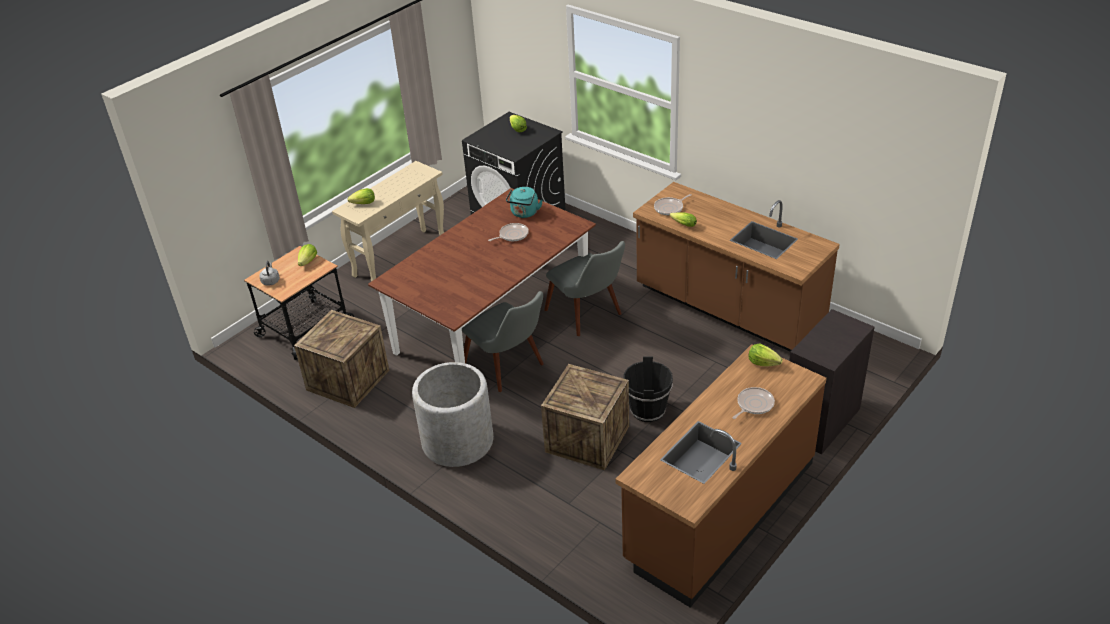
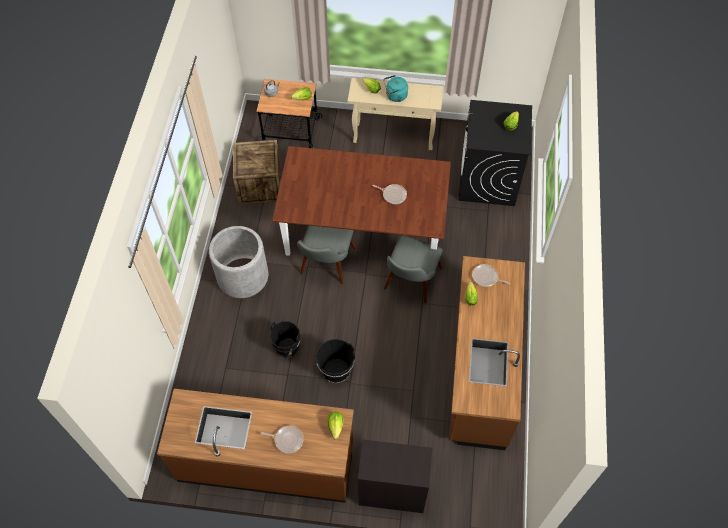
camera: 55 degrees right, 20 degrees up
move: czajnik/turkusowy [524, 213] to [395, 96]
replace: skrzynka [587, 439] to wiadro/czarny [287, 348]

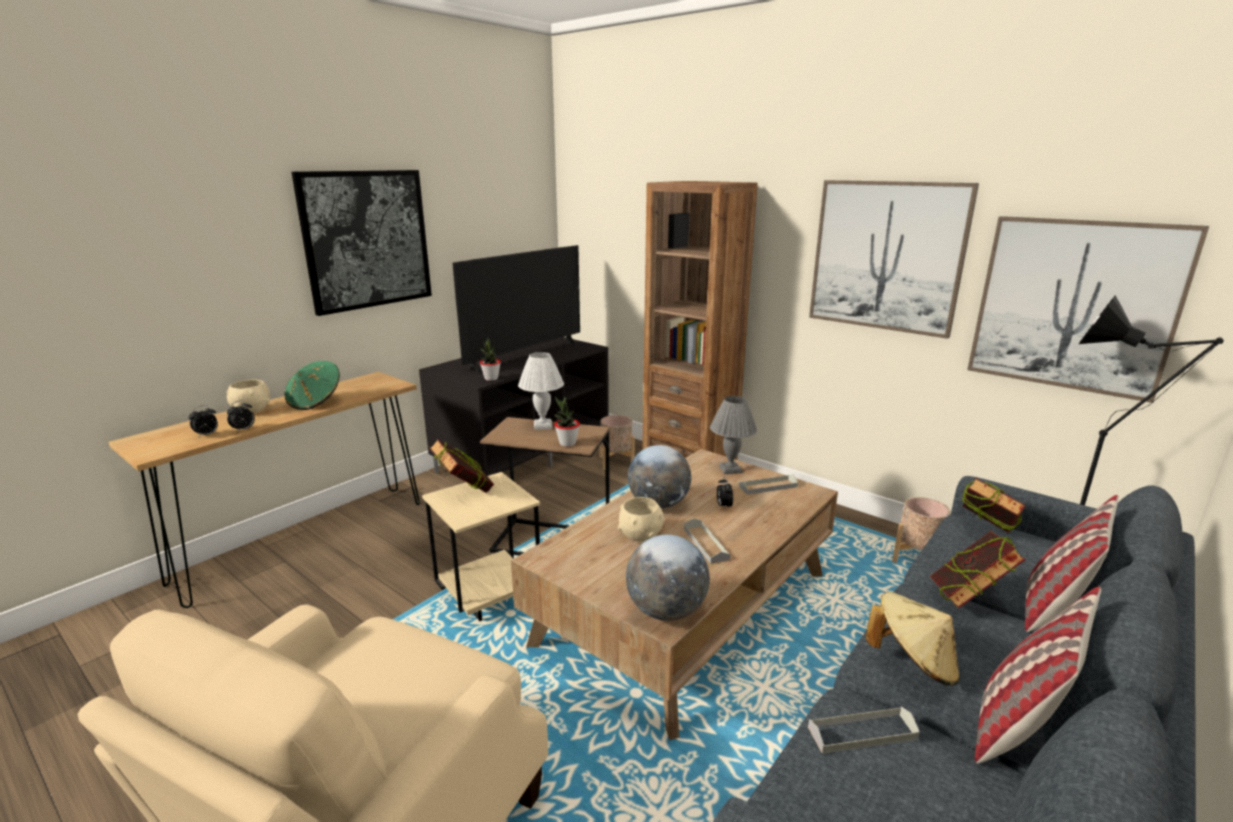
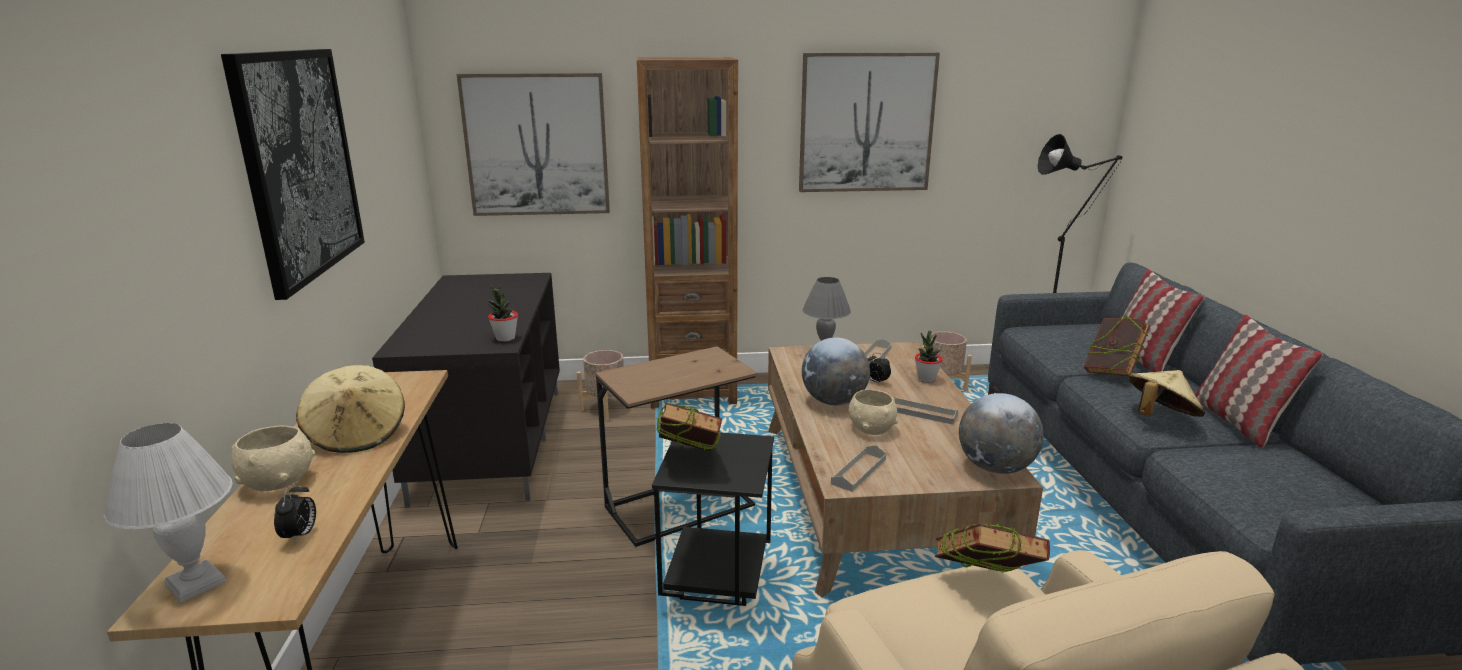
camera: 45 degrees left, 0 degrees up
delete: budzik [244, 430]; telewizor [525, 355]
move: lampa stołowa/biały [542, 426] to [194, 584]; roślina doniczkowa [567, 443] to [926, 379]; taca/szary [862, 733] to [859, 471]; książka [985, 534] to [983, 588]; obraz [1074, 305] to [536, 145]
recolor: kapelusz/zielony [315, 402] to kapelusz/beżowy [357, 435]; stolik/beżowy [489, 599] to stolik/czarny [715, 584]

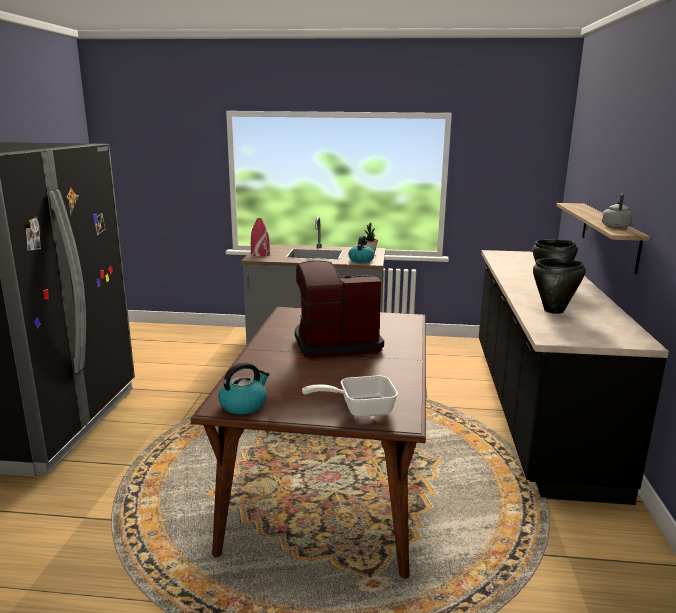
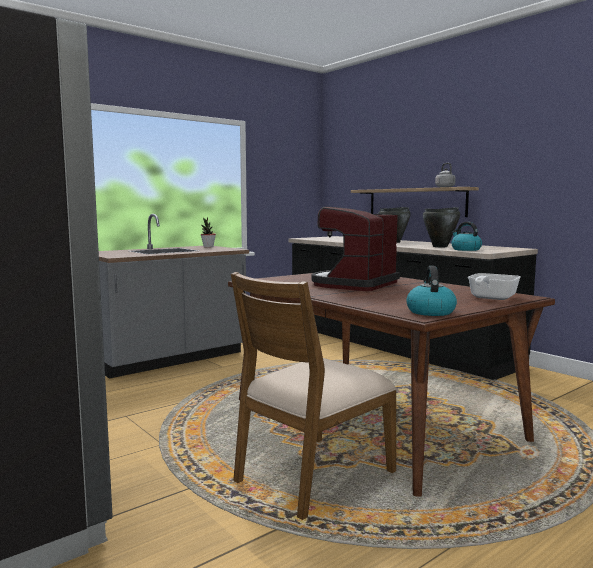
camera: 45 degrees left, 10 degrees down
delete: wazon/czerwony [260, 254]
insert: krzesło/brązowy [312, 476]
move: czajnik [361, 260] to [465, 249]

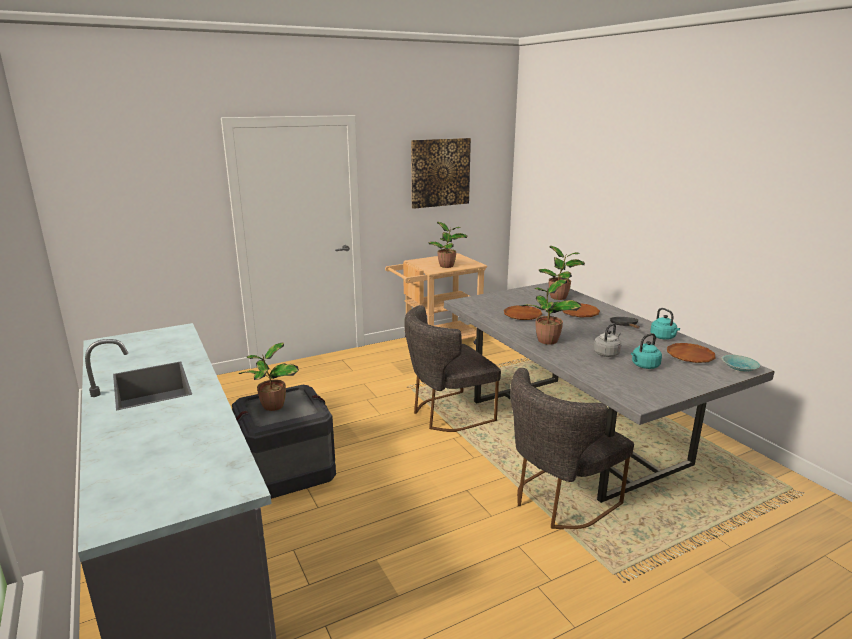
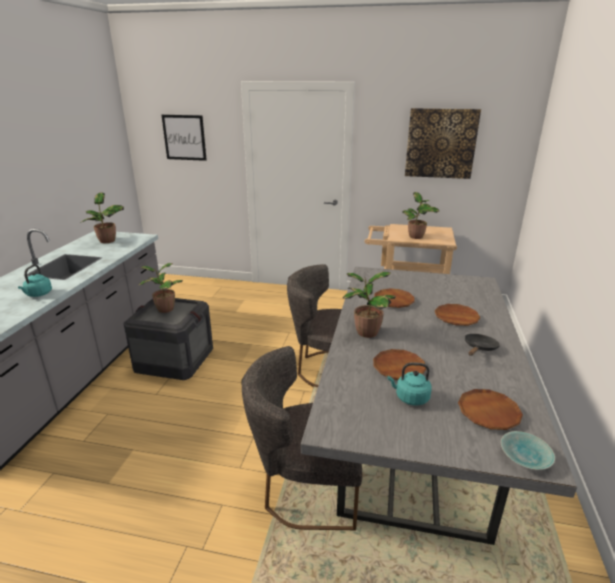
camera: 40 degrees right, 5 degrees up
insert: obraz [184, 137]
move: roślina doniczkowa [559, 297] to [107, 241]; czajnik/turkusowy [663, 337] to [38, 294]
replace: czajnik/szary [607, 353] to talerz/brązowy [398, 368]

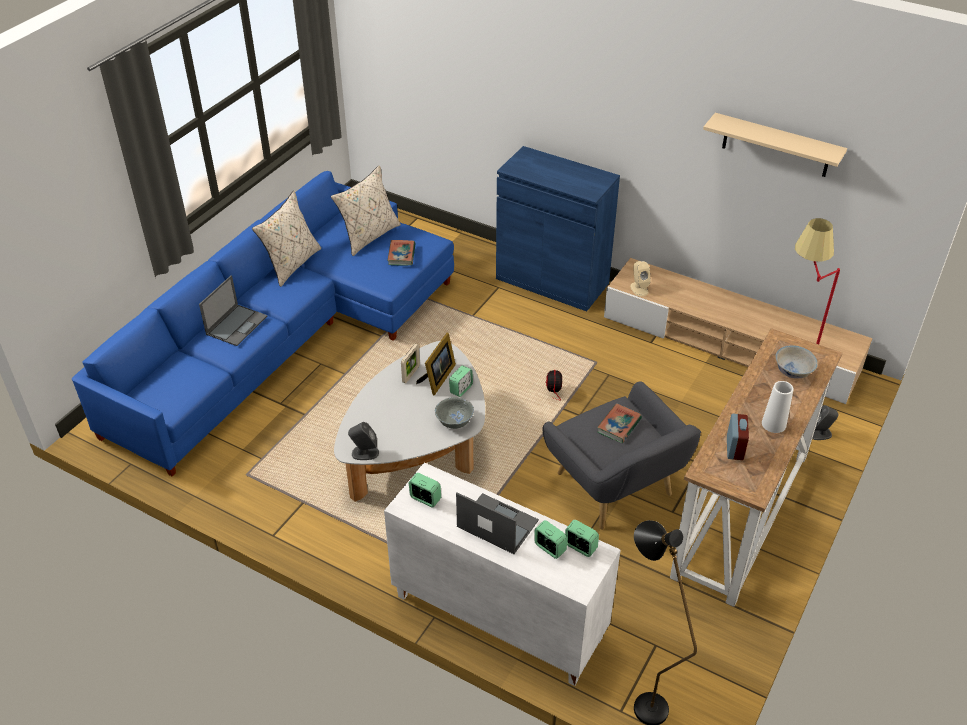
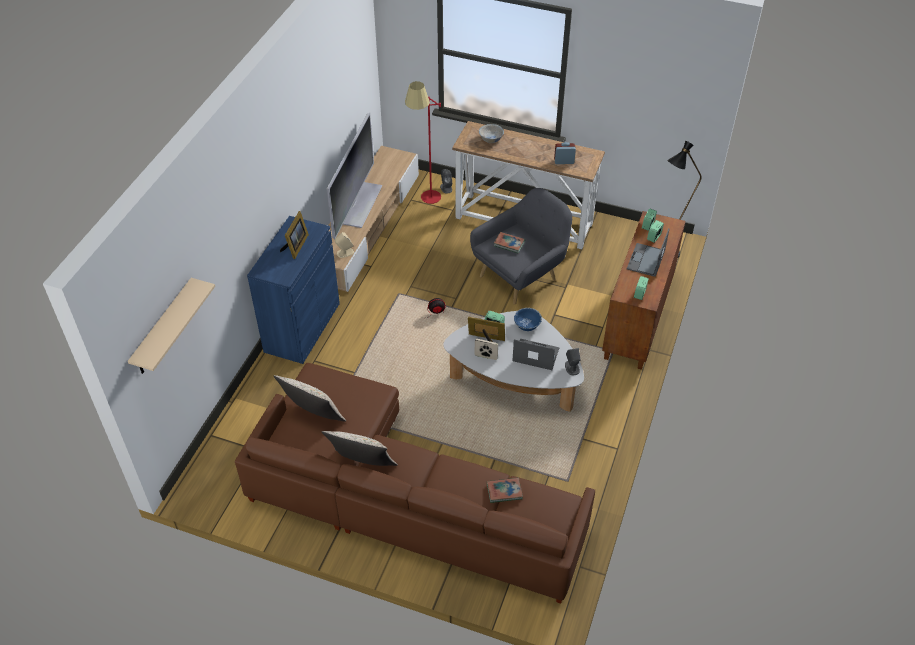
camera: 100 degrees left, 5 degrees up
delete: wazon/biały [773, 424]
insert: ramka na zdjęcie [296, 246]; telewizor [361, 204]
move: laptop [237, 325] to [535, 354]; książka [401, 255] to [504, 491]; półka/beżowy [776, 145] to [163, 328]
recolor: kanapa/niebieski [286, 336] to kanapa/brązowy [401, 498]; szafka/biały [497, 617] to szafka/brązowy [638, 321]; miska/szary [455, 421] to miska/niebieski [527, 325]

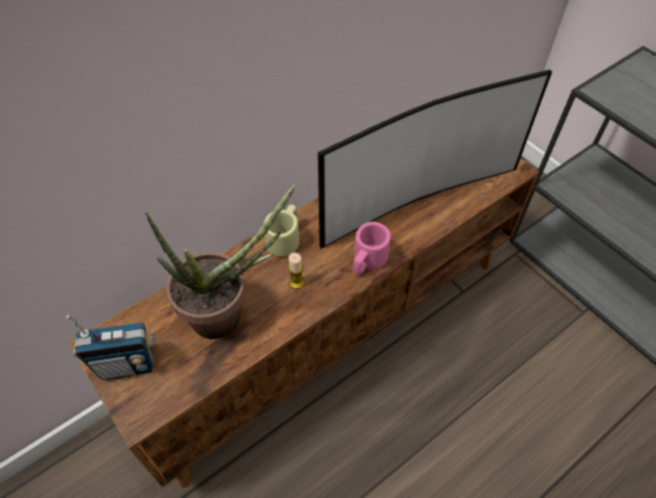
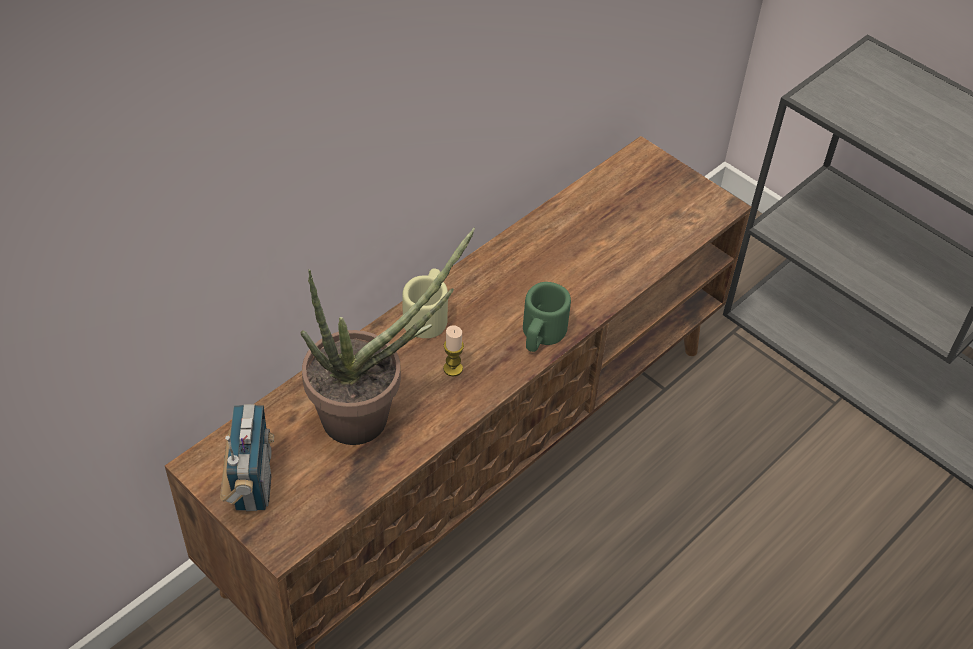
camera: 10 degrees left, 5 degrees down
delete: telewizor [417, 200]
recolor: kubek/różowy [367, 260] to kubek/zielony [541, 335]
rotate: radio [127, 365] = [251, 485] 75 degrees counterclockwise

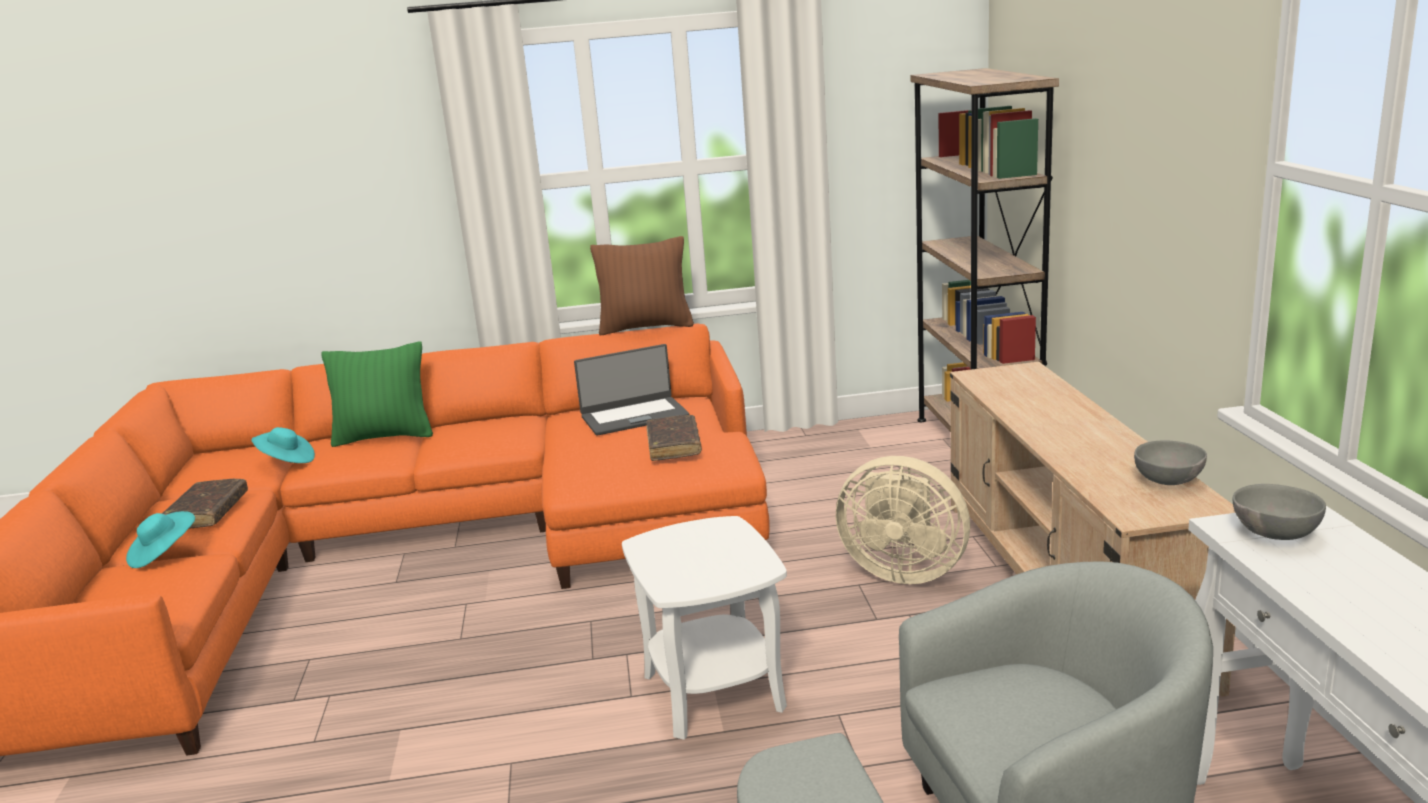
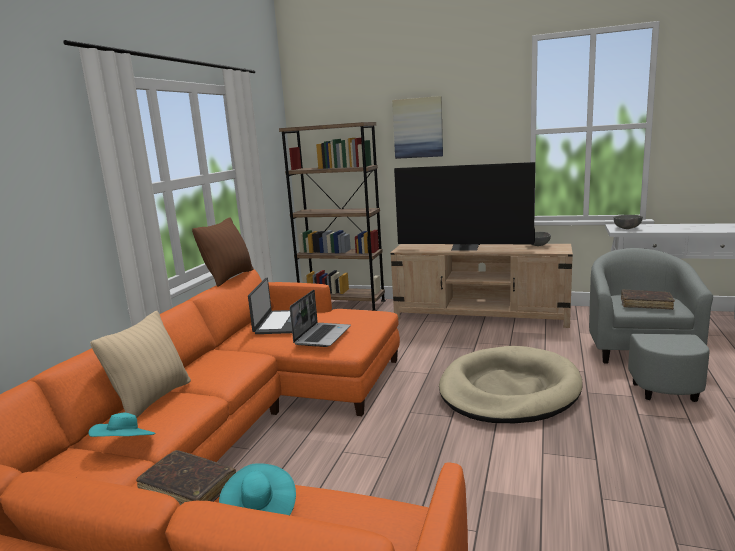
camera: 65 degrees left, 5 degrees down
delete: wentylator/beżowy [902, 571]
insert: laptop [322, 335]; obraz [418, 128]; telewizor [465, 248]
move: książka/brązowy [674, 445] to [646, 304]
replace: stolik/biały [712, 692] to legowisko/beżowy [508, 390]
recolor: poduszka/zielony [384, 437] to poduszka/beżowy [152, 399]

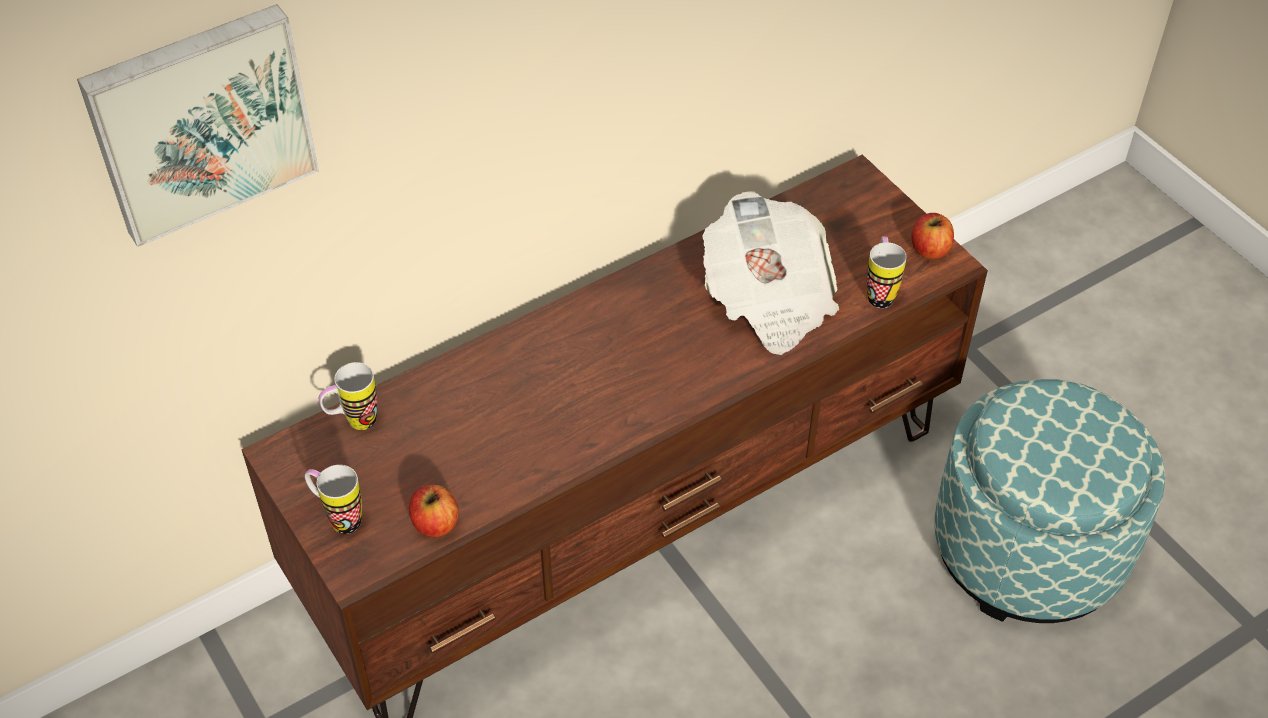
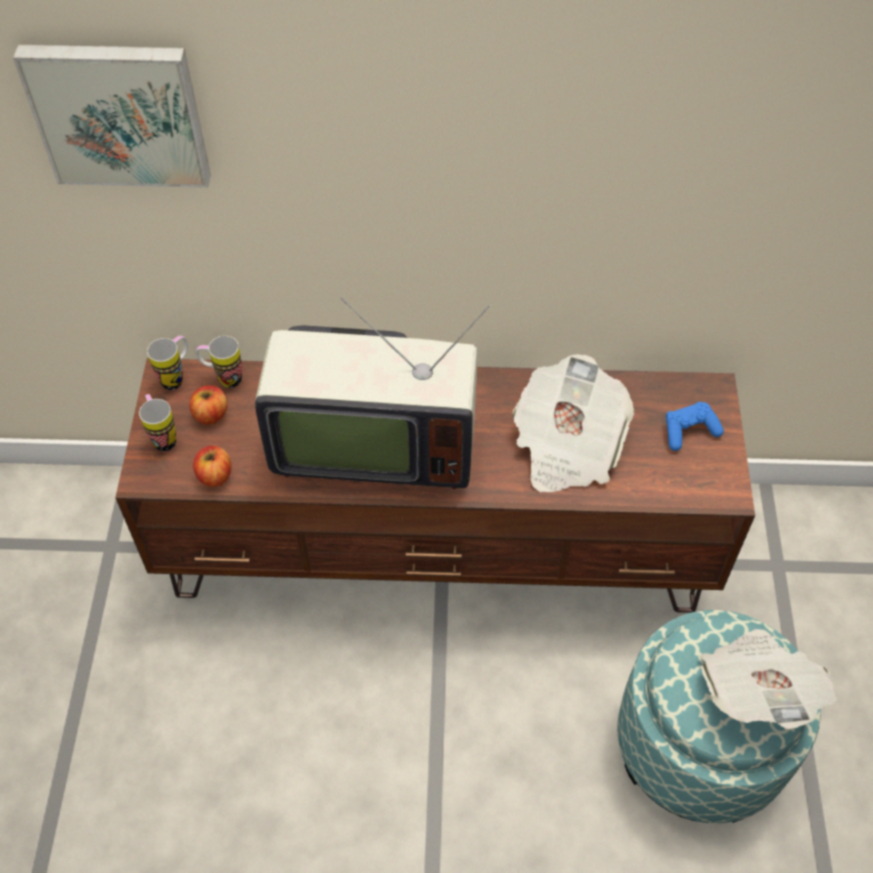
camera: 35 degrees right, 5 degrees up
insert: telewizor [371, 443]; pad do gier/niebieski [689, 431]; gazeta [757, 690]
move: kubek [880, 292] to [177, 377]; jabłko [929, 249] to [211, 414]

